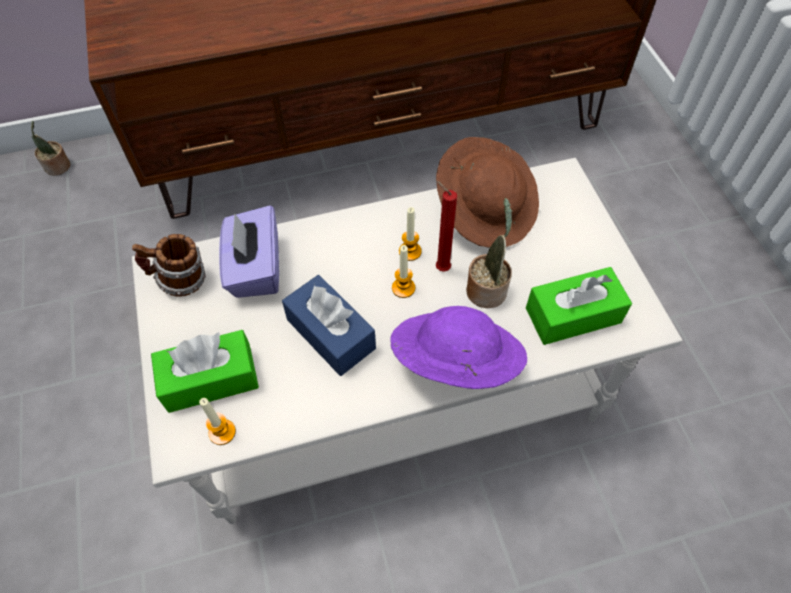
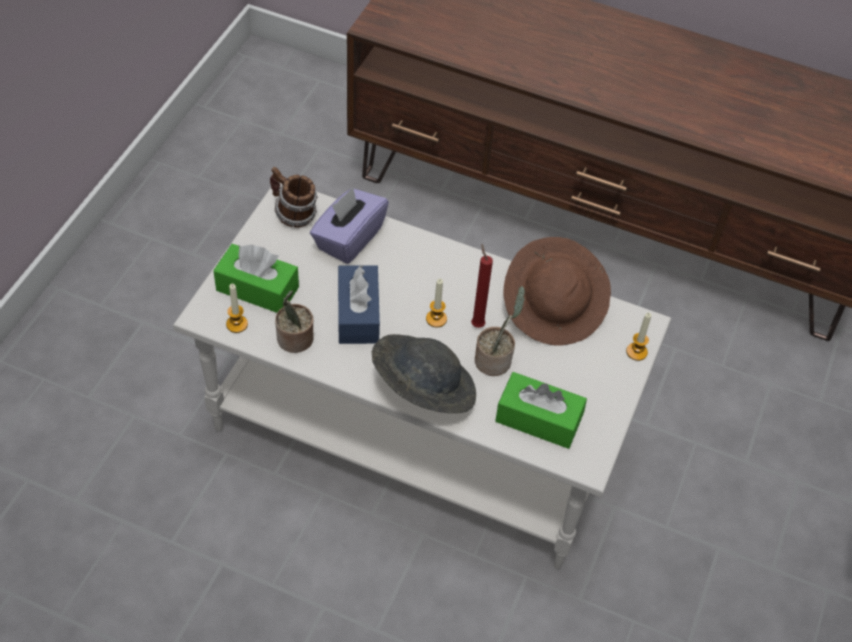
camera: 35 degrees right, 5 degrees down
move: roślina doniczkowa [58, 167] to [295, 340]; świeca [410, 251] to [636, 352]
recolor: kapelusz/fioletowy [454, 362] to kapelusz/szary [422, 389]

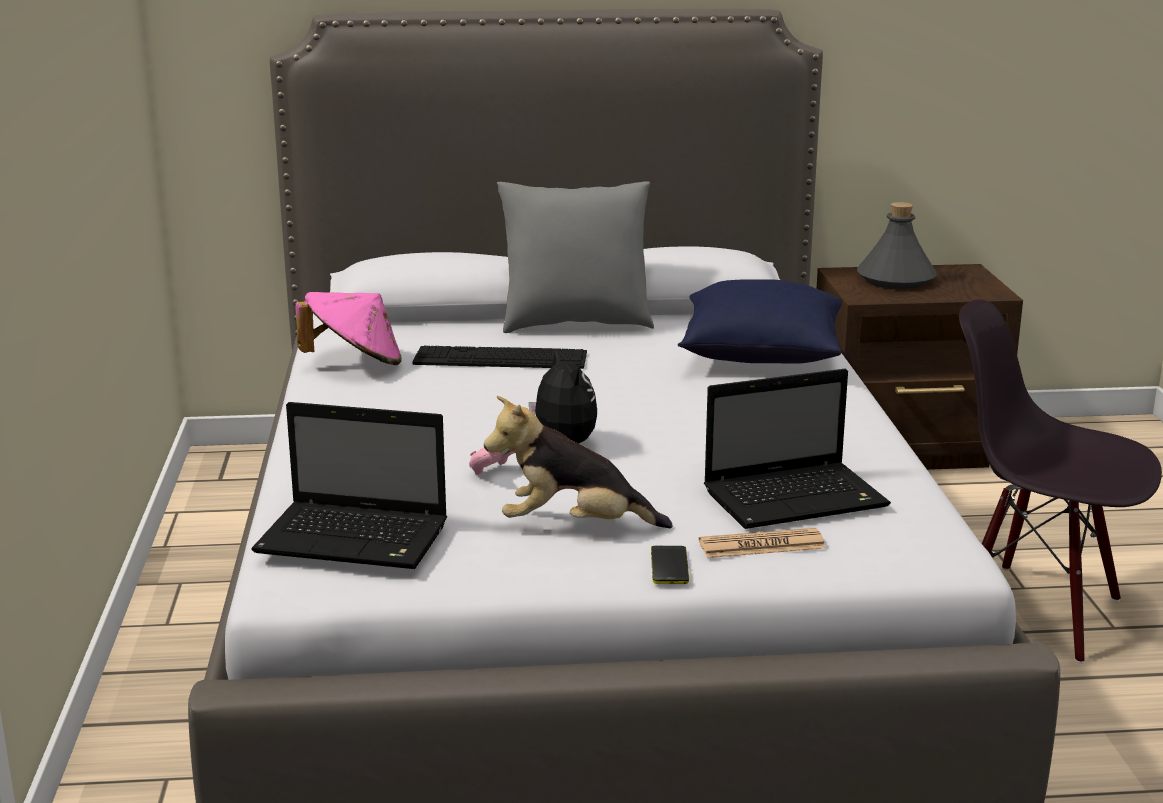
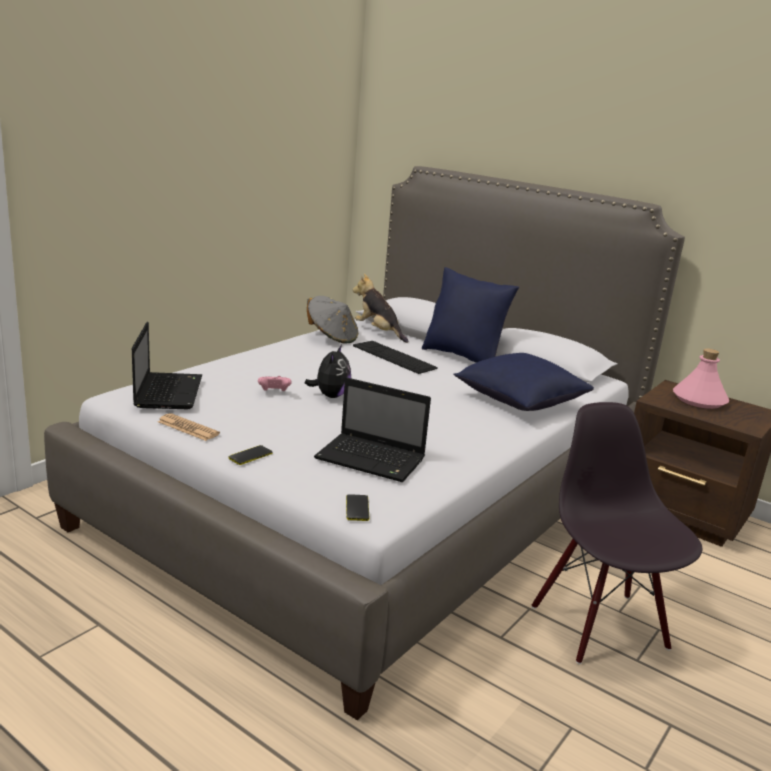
camera: 40 degrees right, 0 degrees up
insert: telefon [357, 508]
move: pluszak [573, 527] to [378, 332]; gazeta [761, 545] to [188, 428]
recolor: kapelusz/różowy [354, 363] to kapelusz/szary [332, 337]; poduszka/szary [575, 324] to poduszka/niebieski [463, 357]; butelka/szary [895, 279] to butelka/różowy [698, 400]
rotate: laptop [357, 539] = [168, 391] 150 degrees counterclockwise

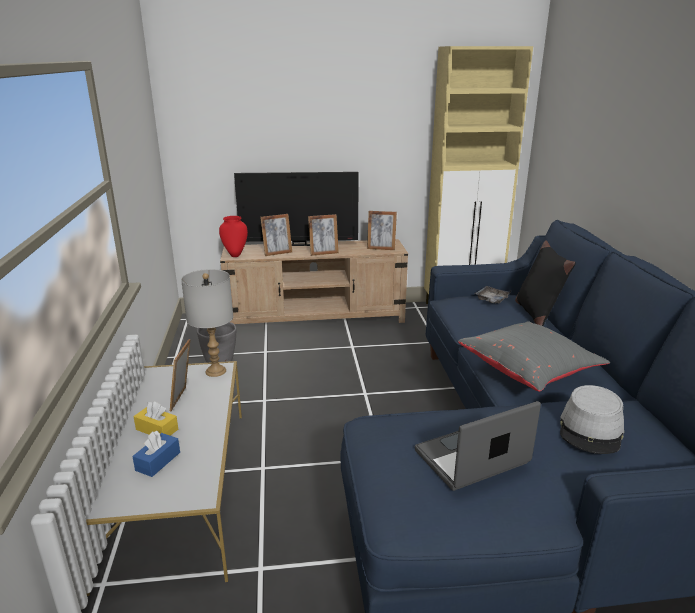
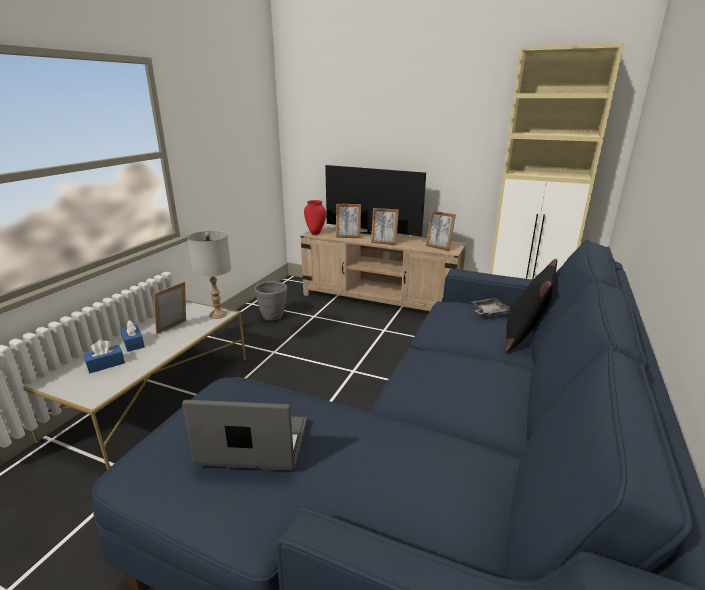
camera: 30 degrees right, 0 degrees up
delete: poduszka/szary [529, 371]; kapelusz/szary [591, 430]
recolor: pudełko chusteczek/żółty [157, 429] to pudełko chusteczek/niebieski [133, 343]

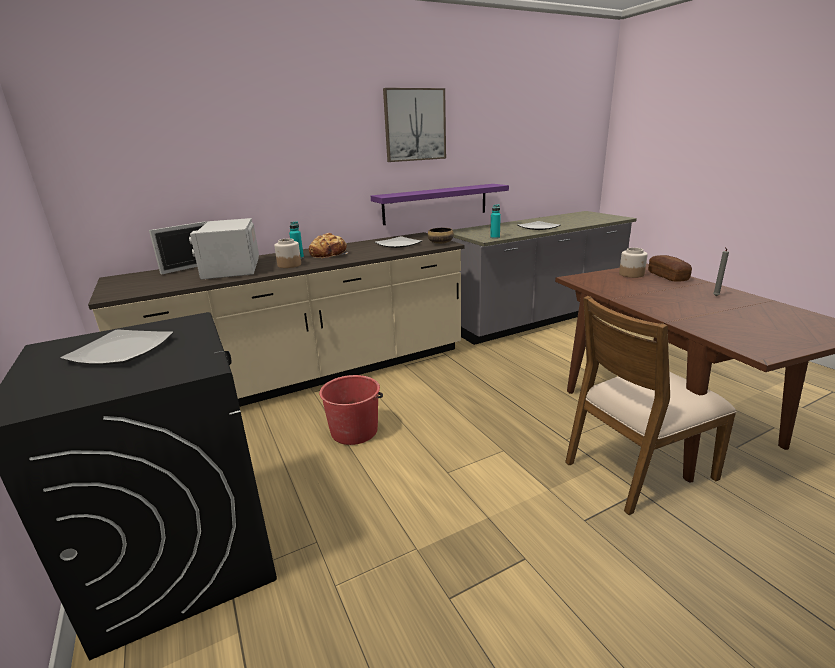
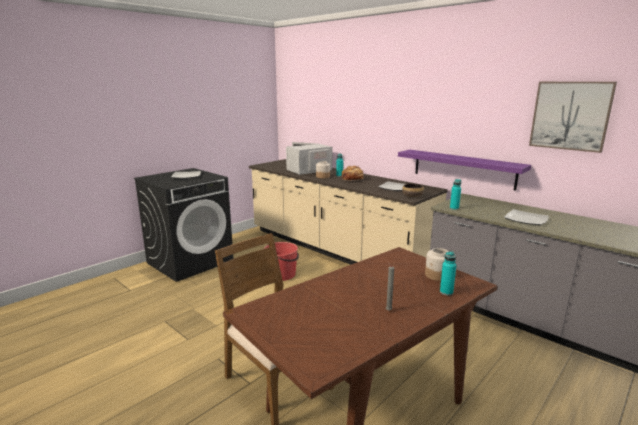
camera: 70 degrees right, 5 degrees down
move: obraz [415, 125] to [570, 115]
replace: chleb [667, 276] to butelka/turkusowy [446, 292]

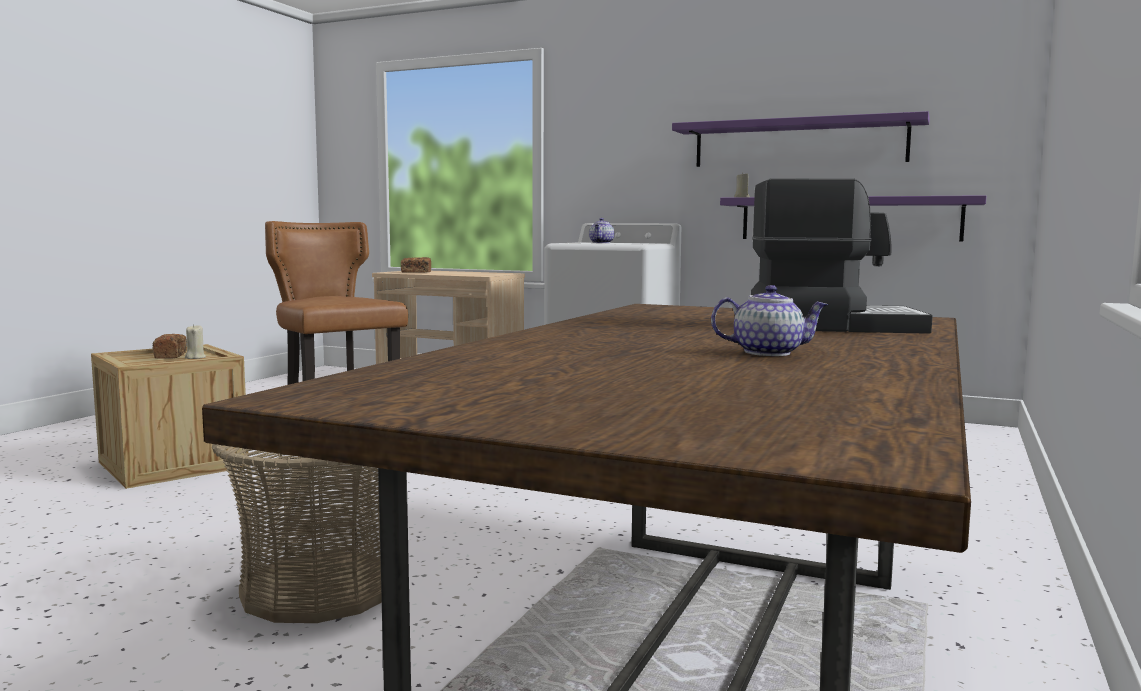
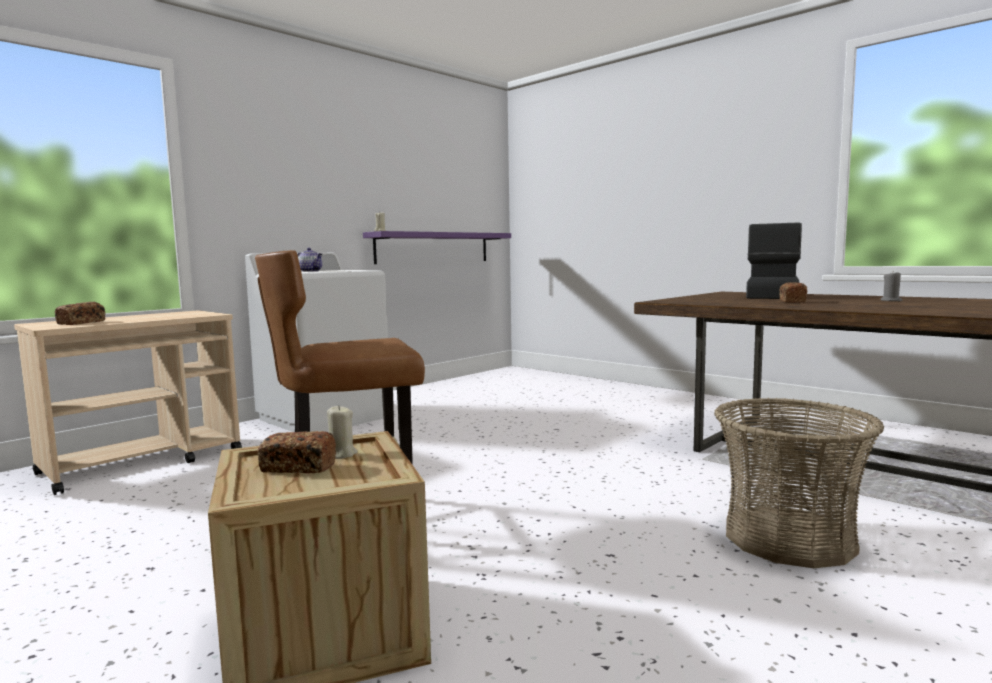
camera: 70 degrees left, 0 degrees up
delete: półka/fioletowy [798, 143]
insert: chleb [792, 301]
replace: imbryk [768, 352] to świeca/szary [891, 300]

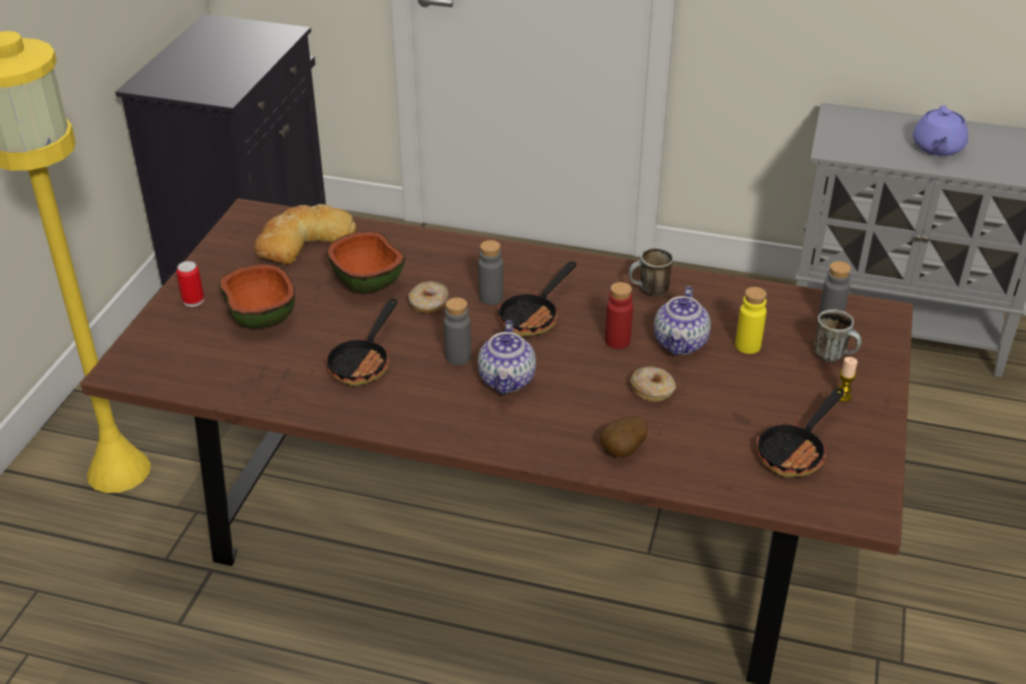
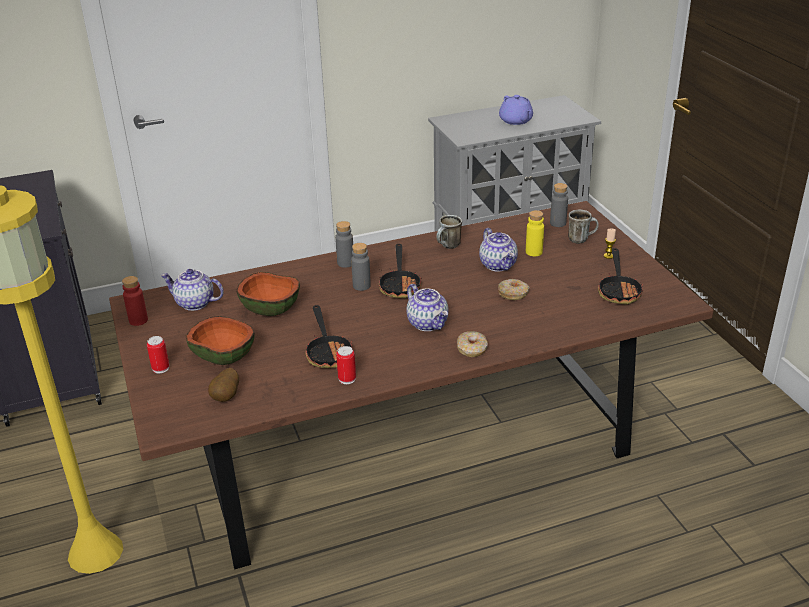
camera: 35 degrees left, 5 degrees down
insert: puszka [347, 379]
move: donut [429, 303] to [472, 349]; butelka/szary [458, 357] to [345, 263]; ziemniak [623, 451] to [227, 397]; butelka/czerwony [617, 341] to [138, 320]
replace: chleb [303, 241] to imbryk [194, 303]

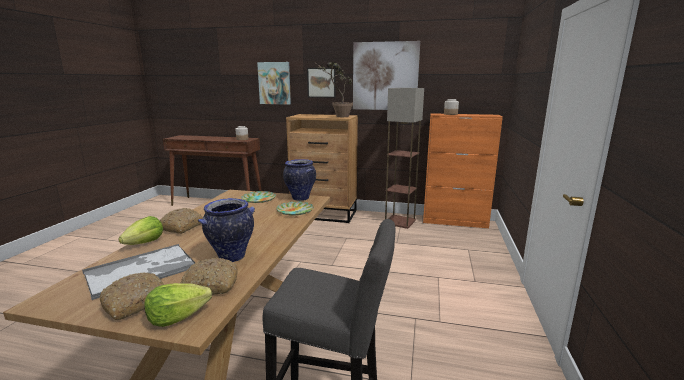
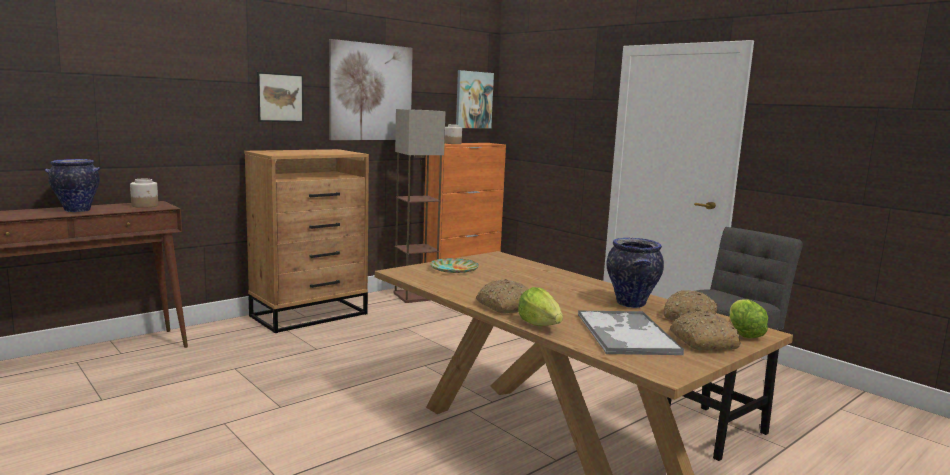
camera: 55 degrees left, 5 degrees down
delete: talerz [295, 211]; roślina doniczkowa [338, 117]
move: obraz [274, 83] to [473, 100]; wazon [300, 198] to [76, 210]

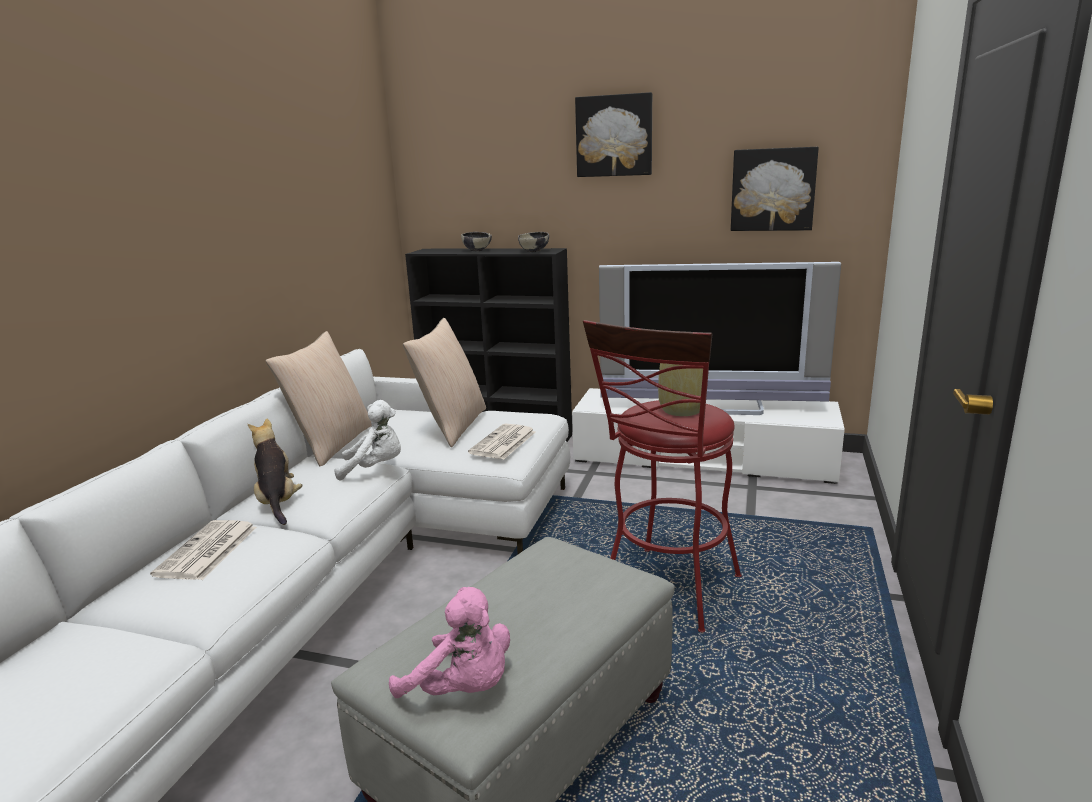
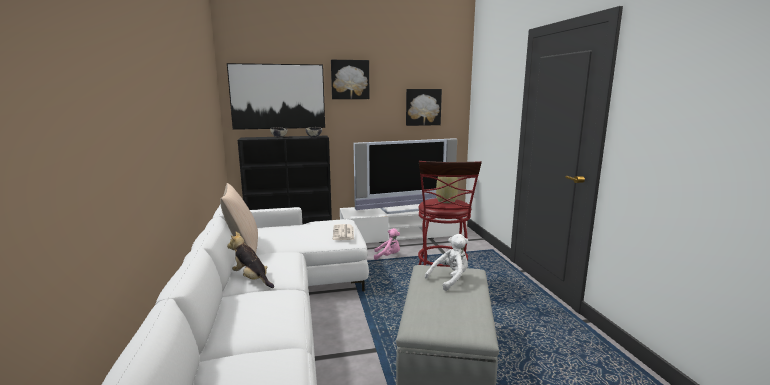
camera: 30 degrees left, 5 degrees down
delete: gazeta [207, 551]; poduszka/beżowy [452, 426]
insert: obraz [278, 96]
move: pluszak/biały [375, 468] to [450, 279]; pluszak/różowy [462, 689] to [388, 256]

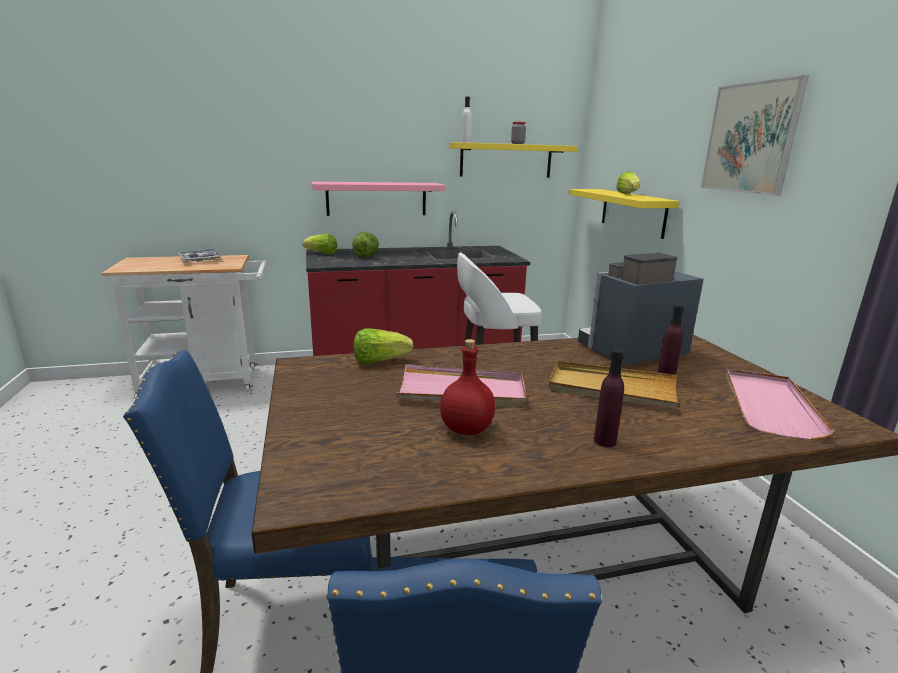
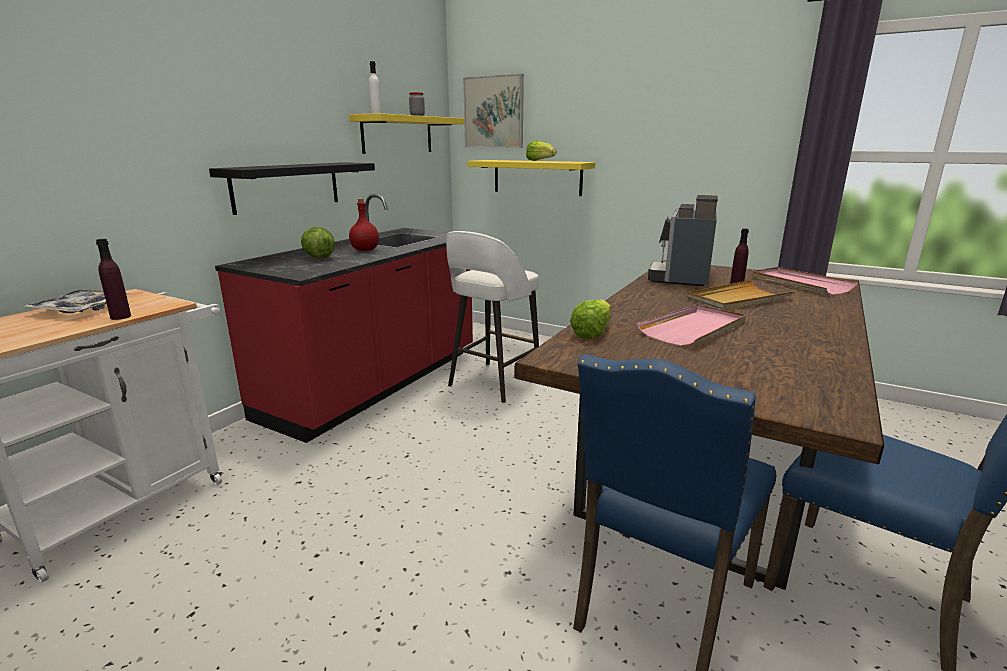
camera: 45 degrees left, 0 degrees up
delete: sałata [322, 254]
move: butelka/czerwony [465, 429] to [364, 250]; butelka/fioletowy [604, 441] to [120, 317]; obraz [750, 138] to [493, 112]
recolor: półka/różowy [376, 198] to półka/czarny [287, 186]

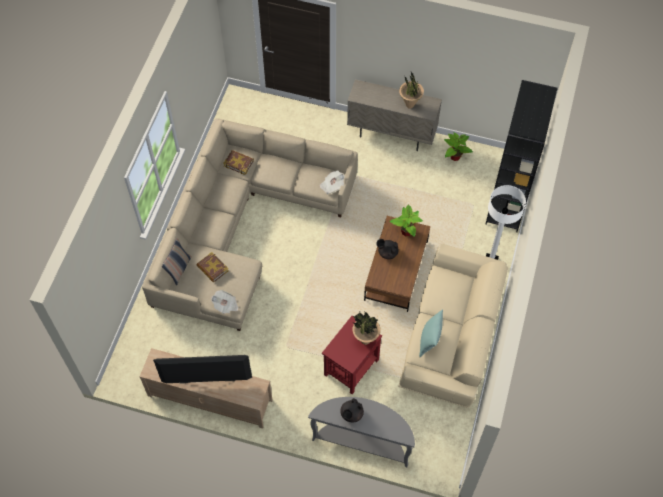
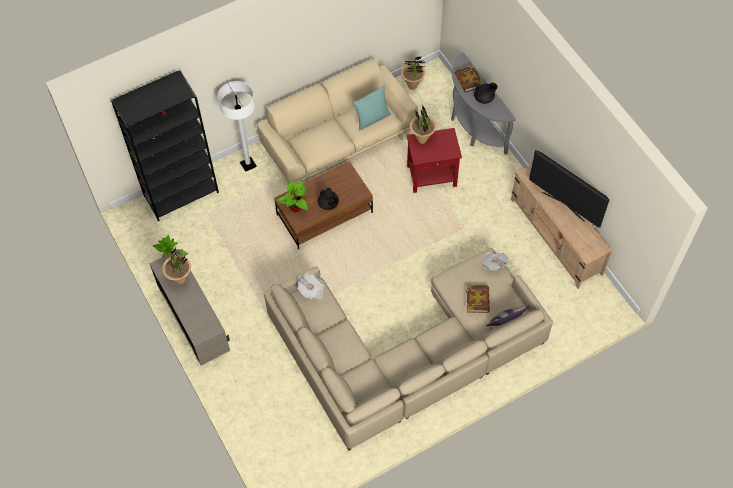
camera: 135 degrees left, 0 degrees up
insert: roślina doniczkowa [412, 86]
move: książka [239, 163] to [468, 80]

